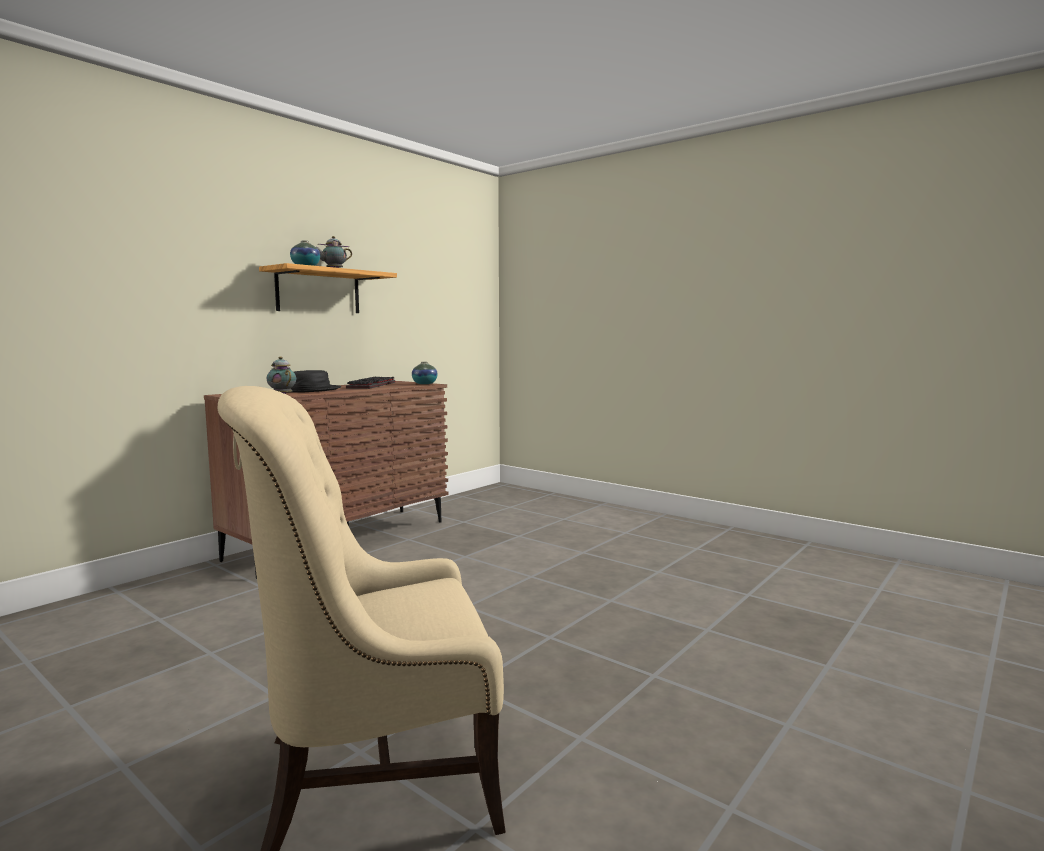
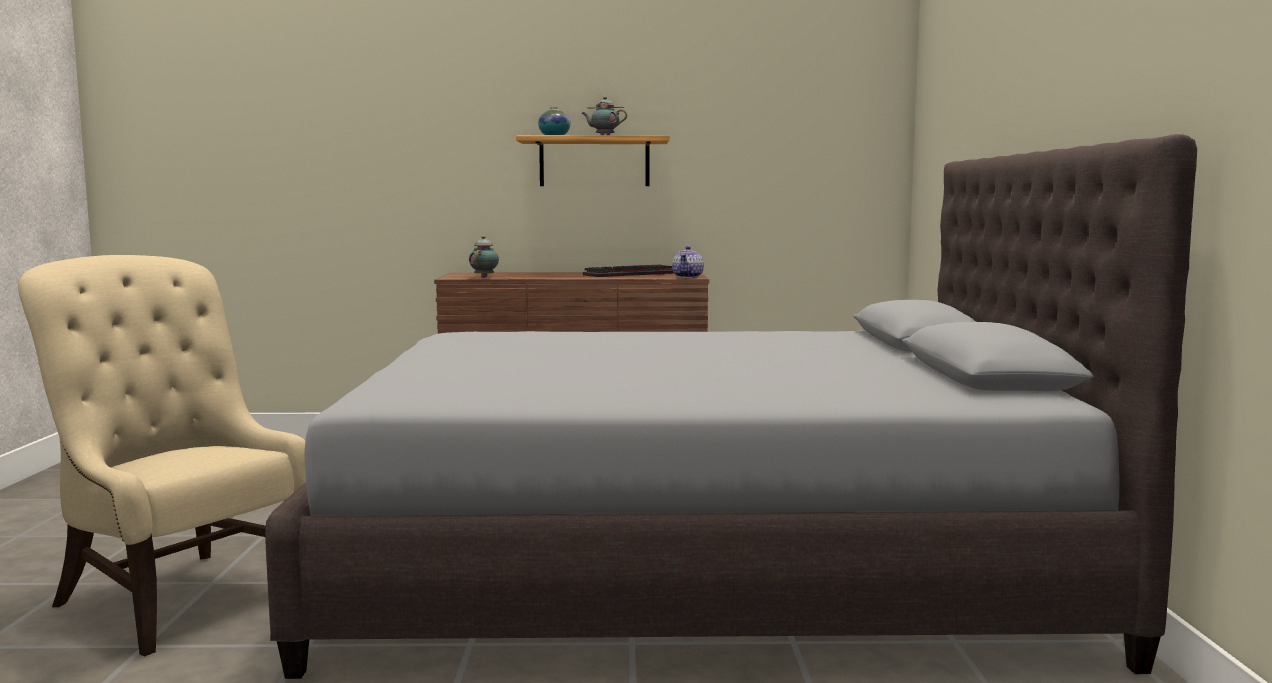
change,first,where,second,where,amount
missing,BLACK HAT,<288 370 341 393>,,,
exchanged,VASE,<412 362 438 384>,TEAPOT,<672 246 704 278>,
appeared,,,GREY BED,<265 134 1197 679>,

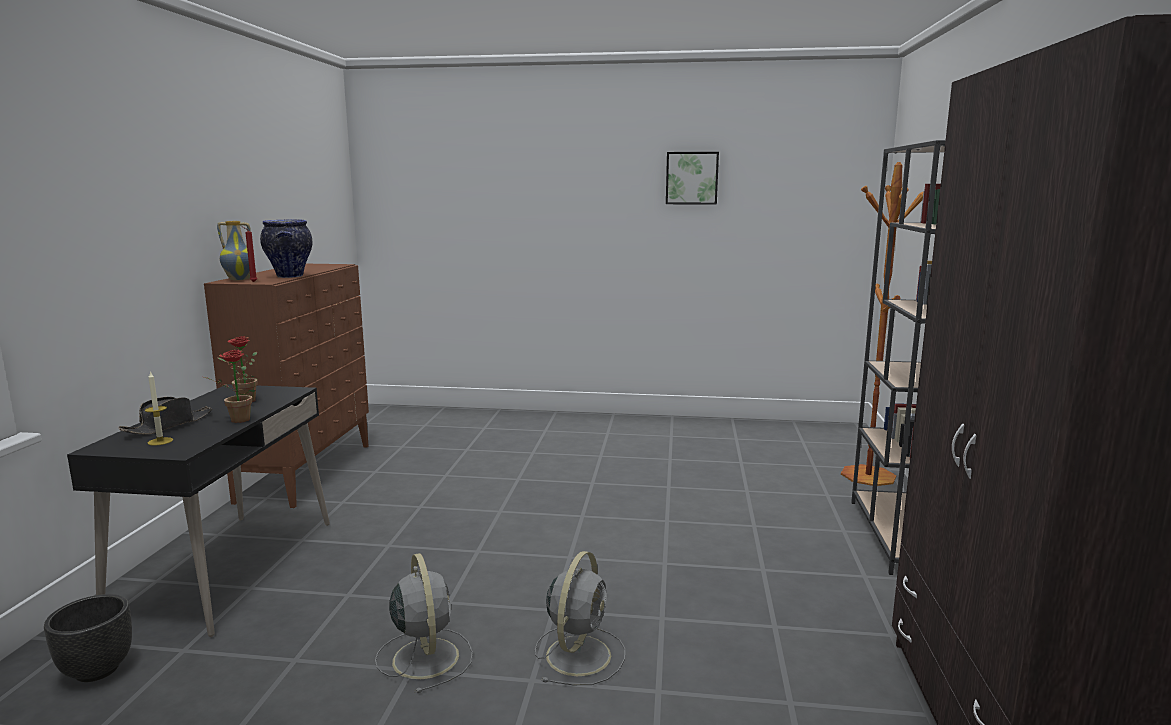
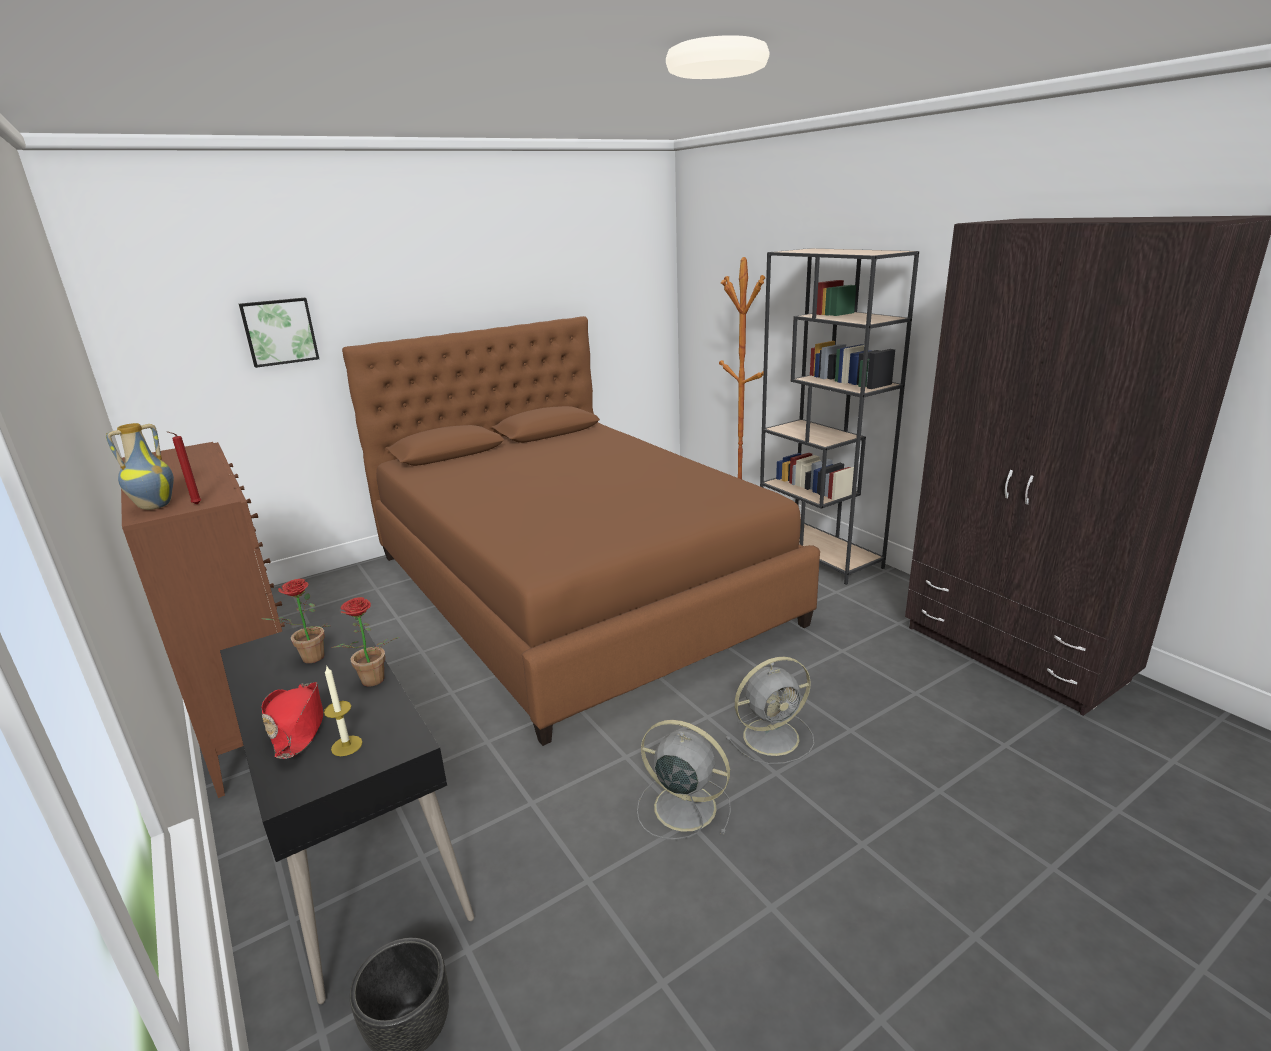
change,first,where,second,where,amount
colour,BLACK HAT,<118 397 212 434>,RED HAT,<261 682 323 759>,
missing,VASE,<260 219 312 278>,,,
spun,GREY FAN,<535 551 625 685>,,<726 657 814 764>,90 degrees clockwise
relocated,PICTURE,<666 152 719 205>,,<239 298 319 368>,
appeared,,,BROWN BED,<342 316 820 746>,

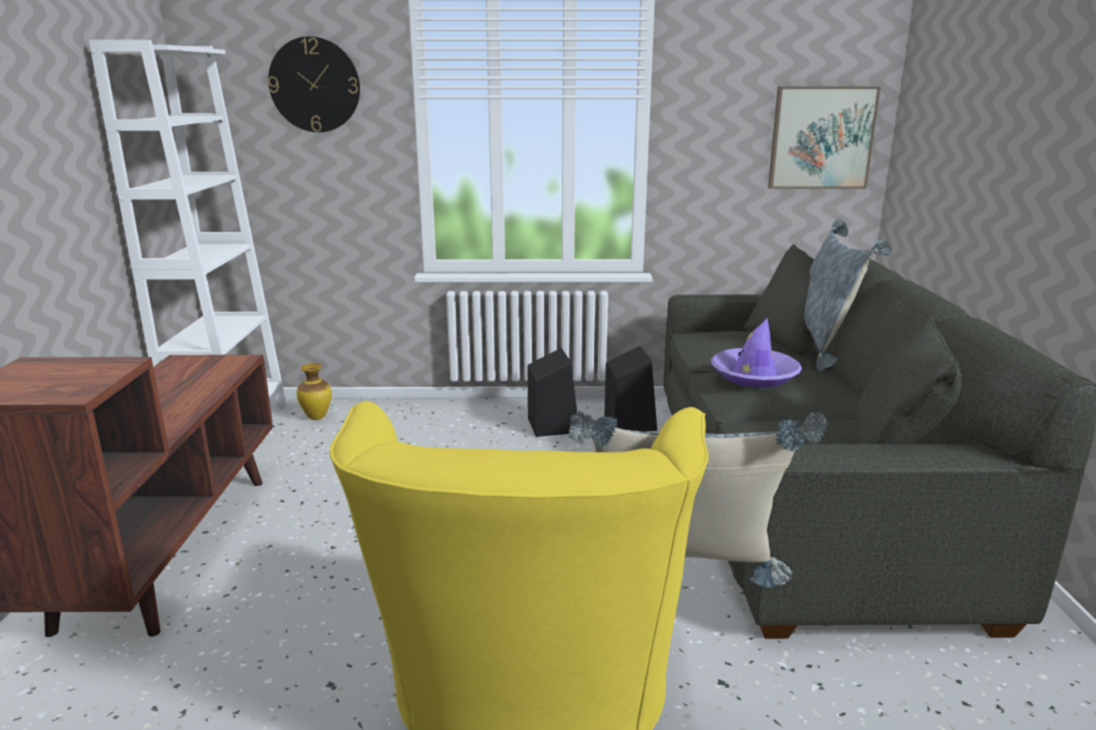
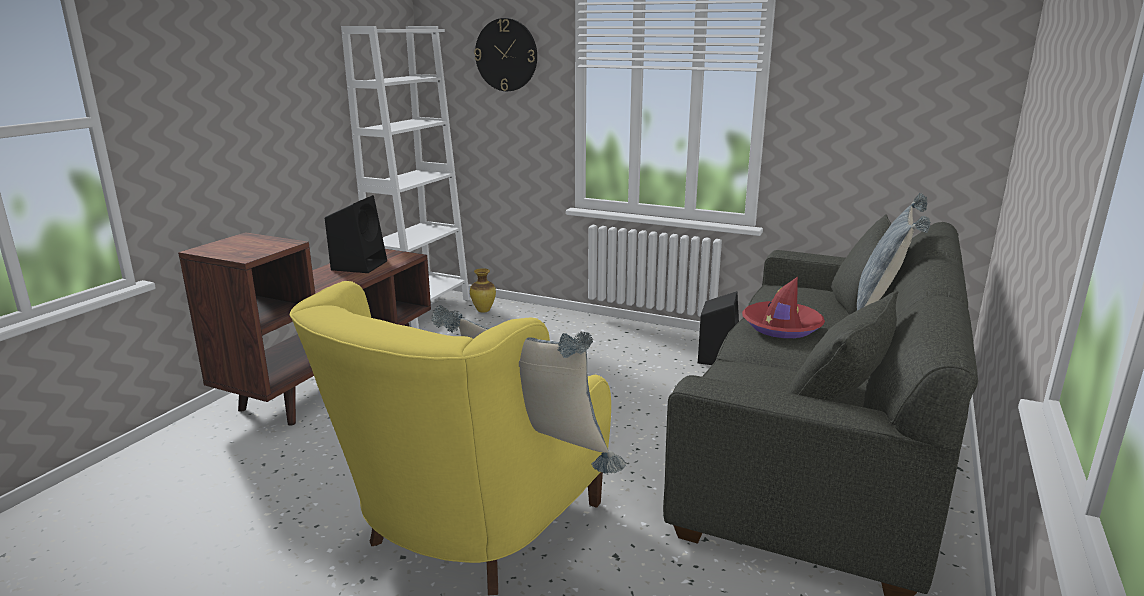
change,first,where,second,where,amount
relocated,BLACK SPEAKER,<527 348 578 437>,,<325 195 387 273>,
colour,PURPLE HAT,<711 319 802 388>,RED HAT,<742 277 825 338>,
missing,PICTURE,<768 86 881 189>,,,

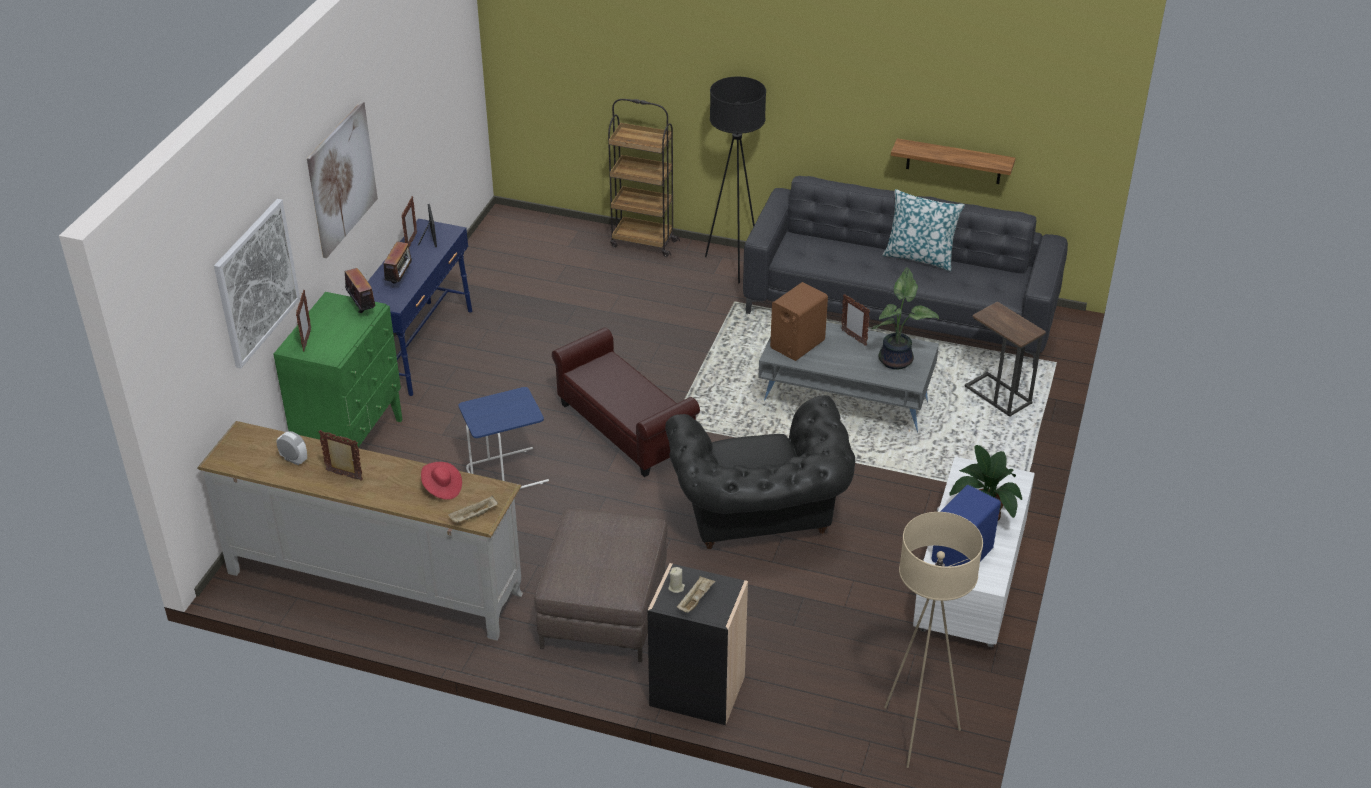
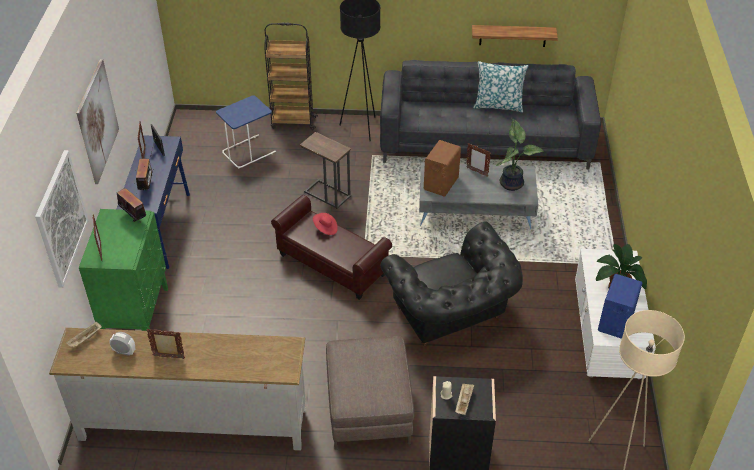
change,first,where,second,where,amount
relocated,RED HAT,<421 462 462 500>,,<313 213 338 235>,
relocated,BEIGE TRAY,<448 496 498 523>,,<66 321 102 348>,
relocated,BLUE SIDE TABLE,<459 387 549 489>,,<216 95 276 168>,
relocated,BROWN SIDE TABLE,<965 302 1046 417>,,<300 132 351 209>,

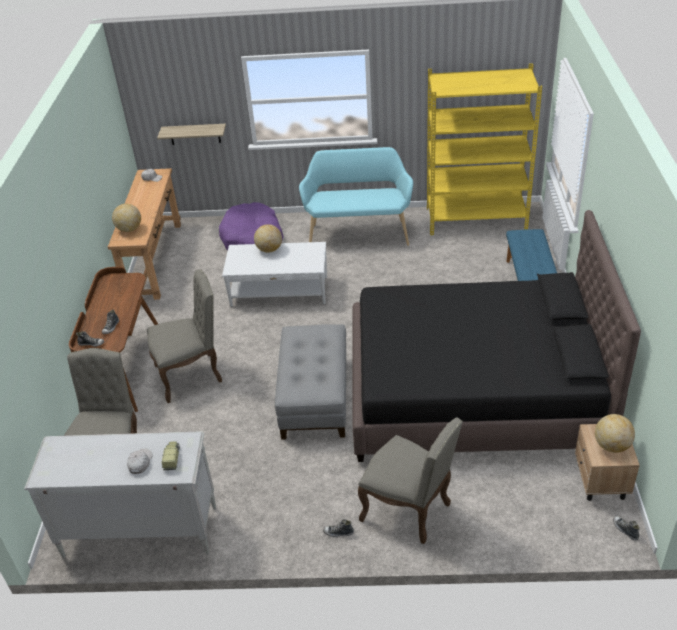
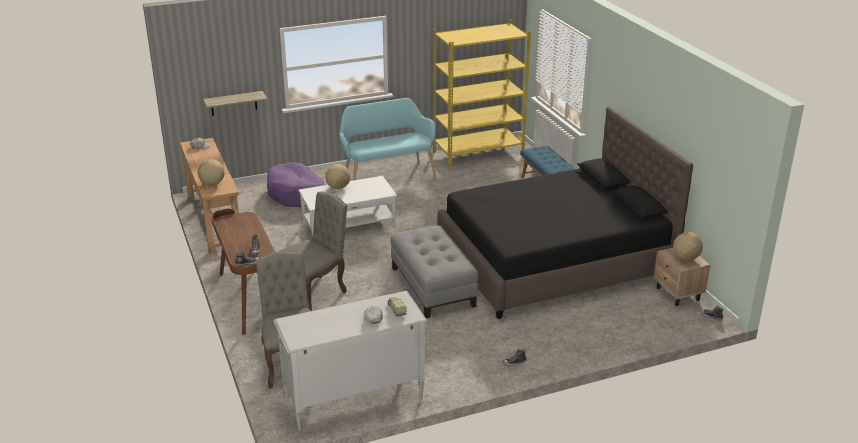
change,first,where,second,where,amount
missing,GREY CHAIR,<358 417 463 544>,,,

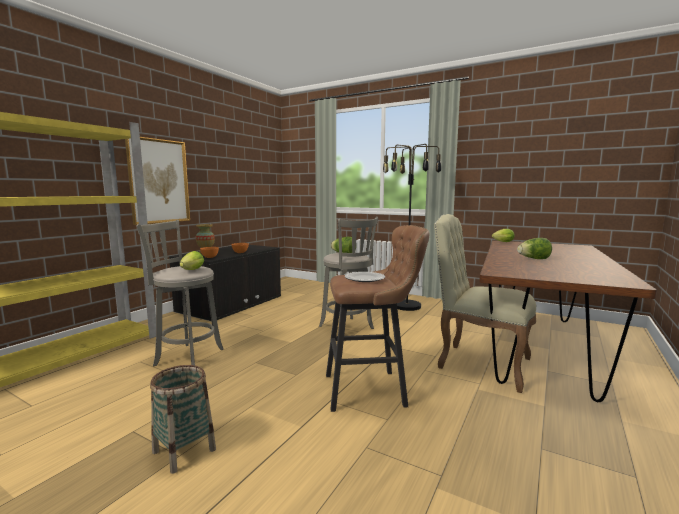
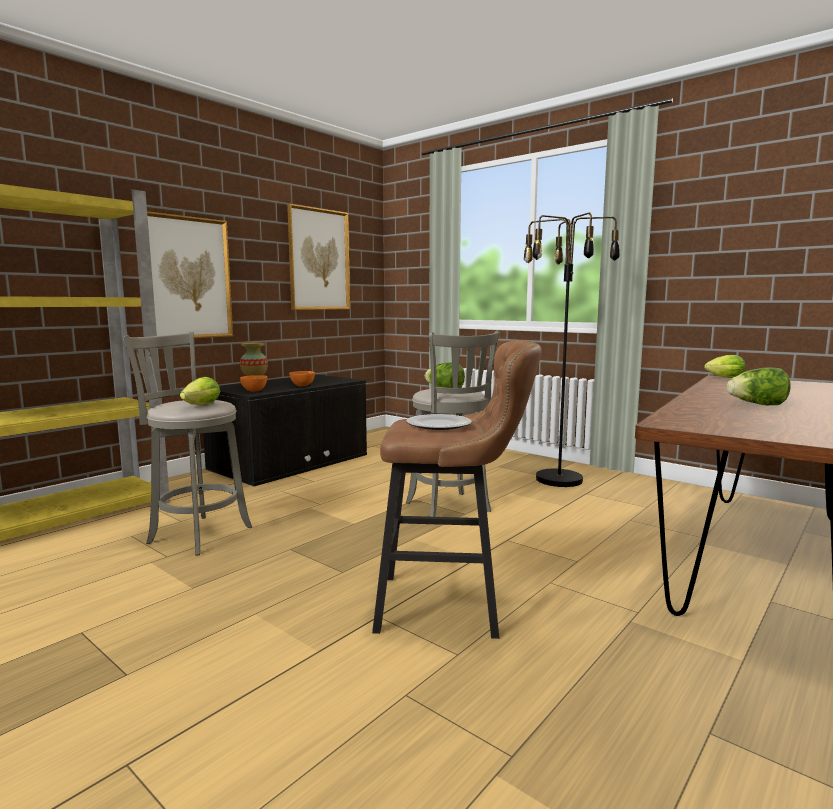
change,first,where,second,where,amount
missing,BASKET,<150 365 216 474>,,,
missing,BEIGE CHAIR,<434 214 536 393>,,,
appeared,,,PICTURE,<287 204 350 310>,

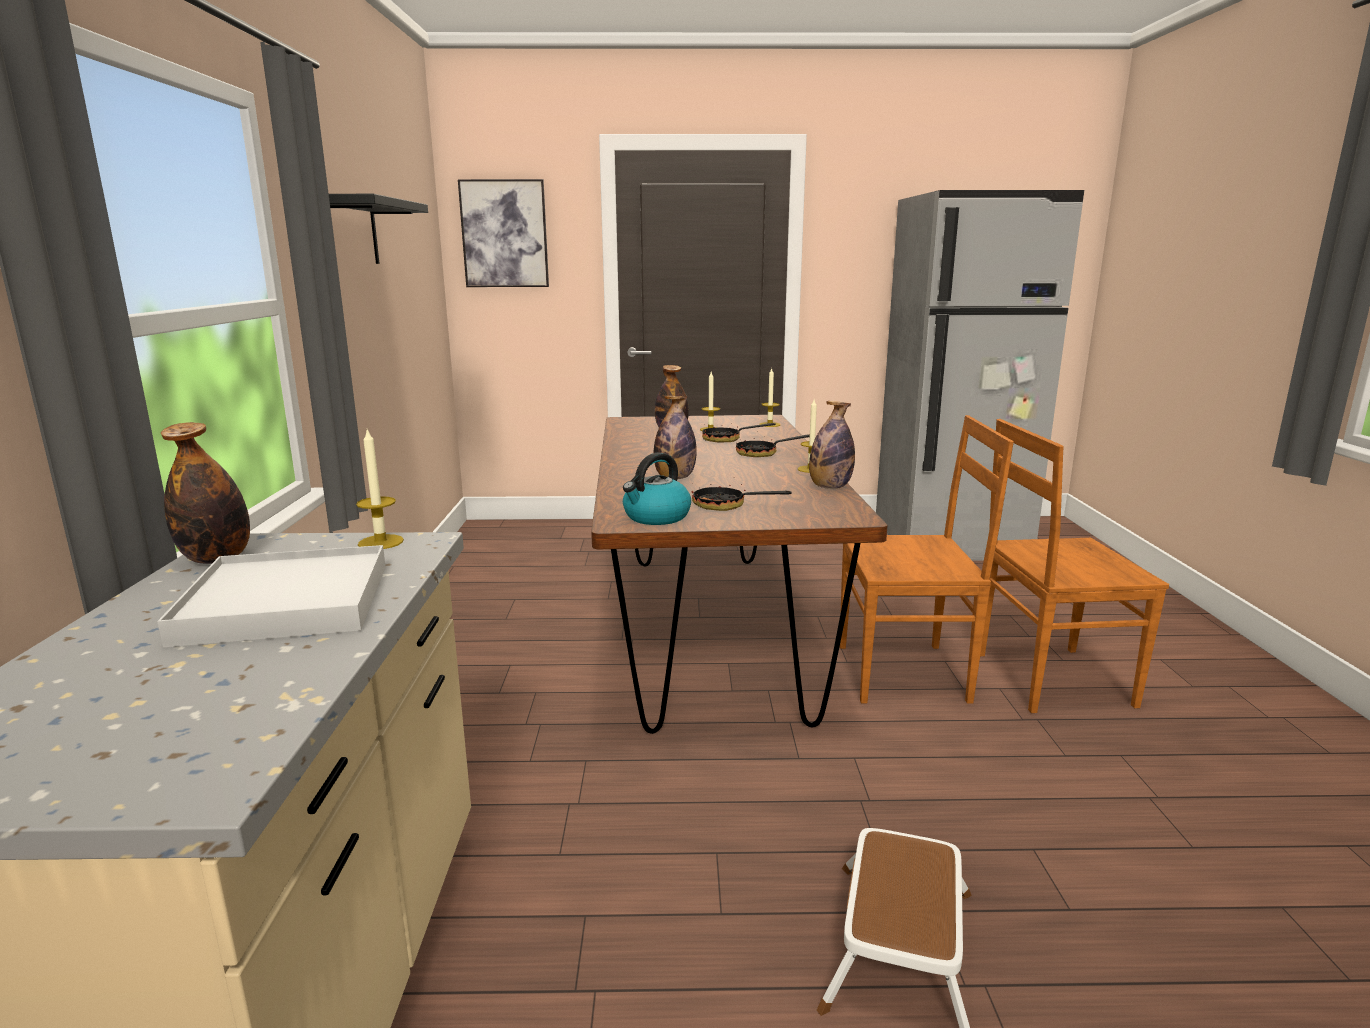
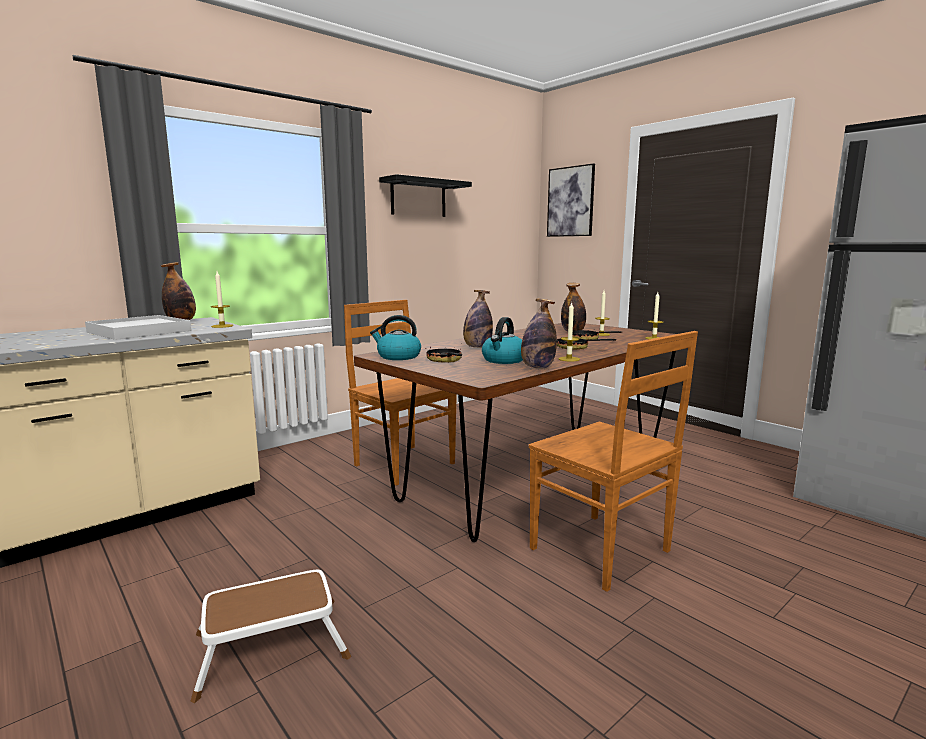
change,first,where,second,where,amount
relocated,BROWN CHAIR,<980 419 1169 713>,,<344 300 457 486>,
appeared,,,KETTLE,<482 317 523 364>,

